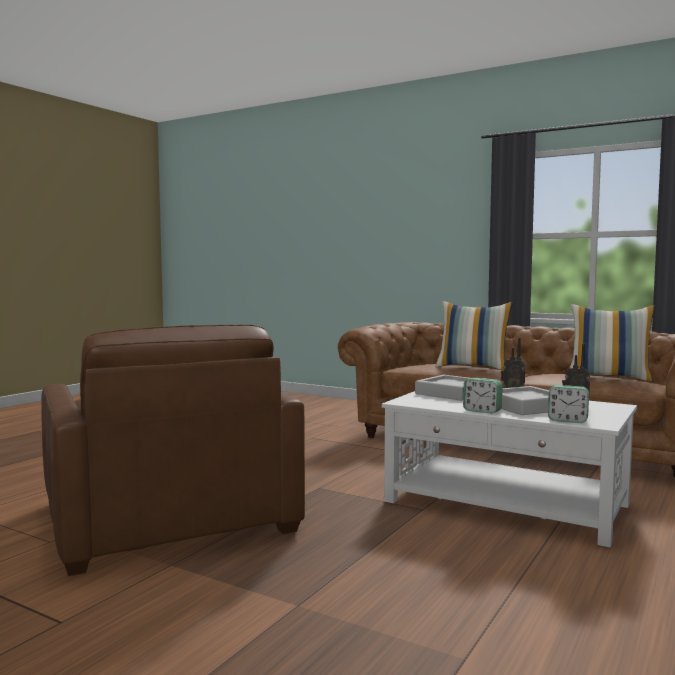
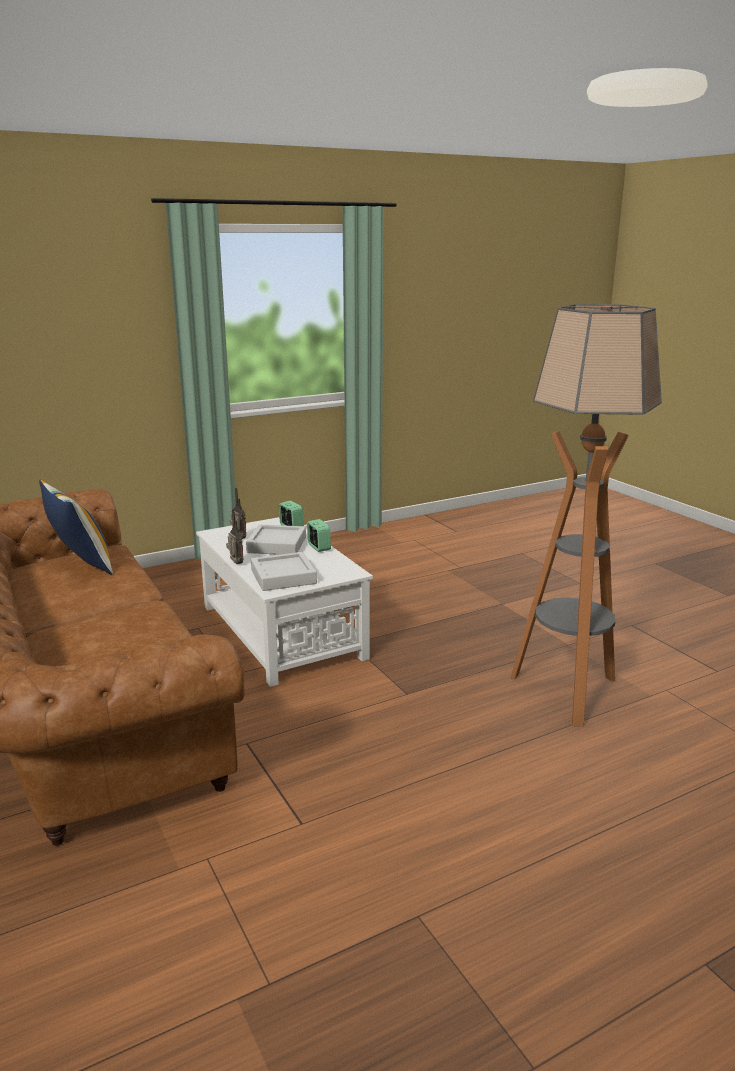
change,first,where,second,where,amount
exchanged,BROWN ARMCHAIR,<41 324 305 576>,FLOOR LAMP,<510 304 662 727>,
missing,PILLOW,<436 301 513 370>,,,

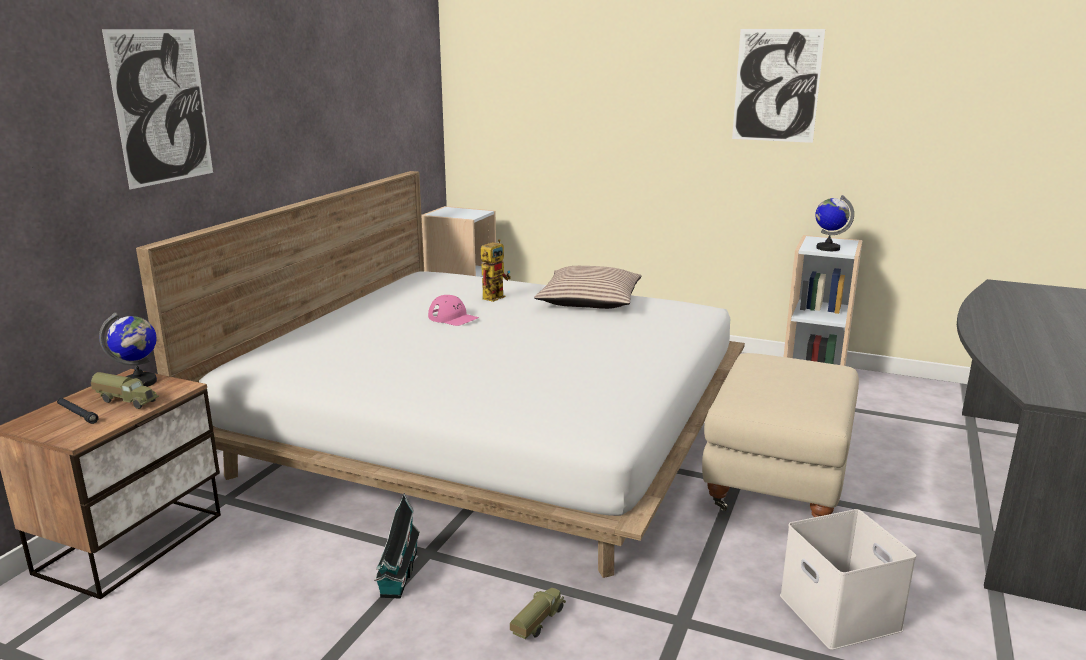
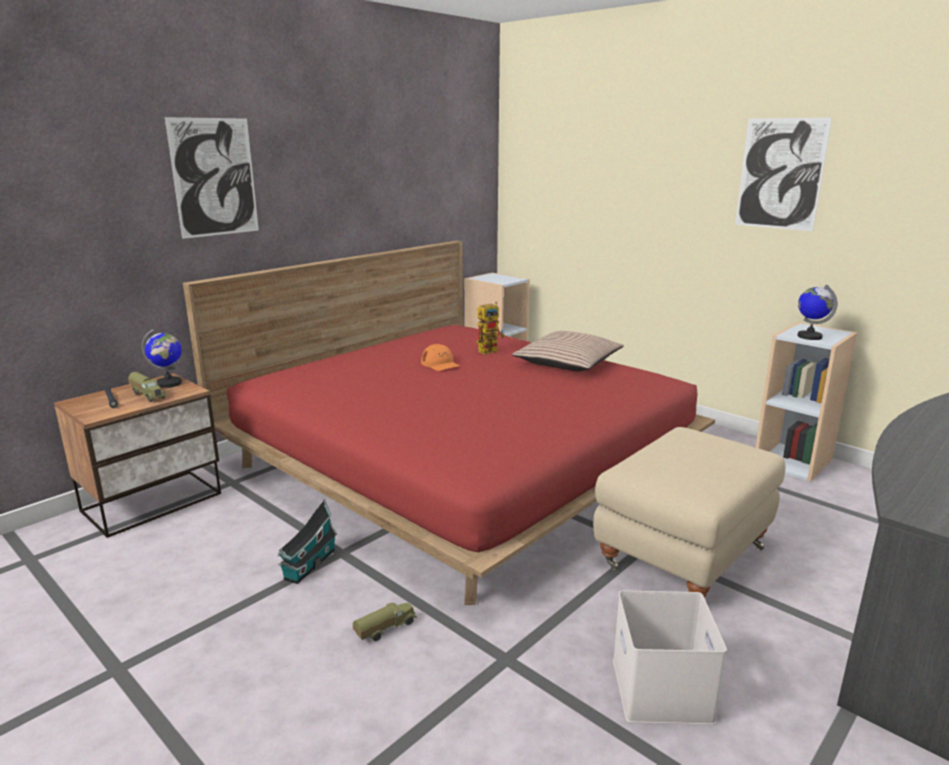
change,first,where,second,where,amount
colour,WHITE BED,<136 171 745 578>,RED BED,<183 241 715 605>,
colour,PINK CAP,<428 295 479 326>,ORANGE CAP,<421 344 460 371>,

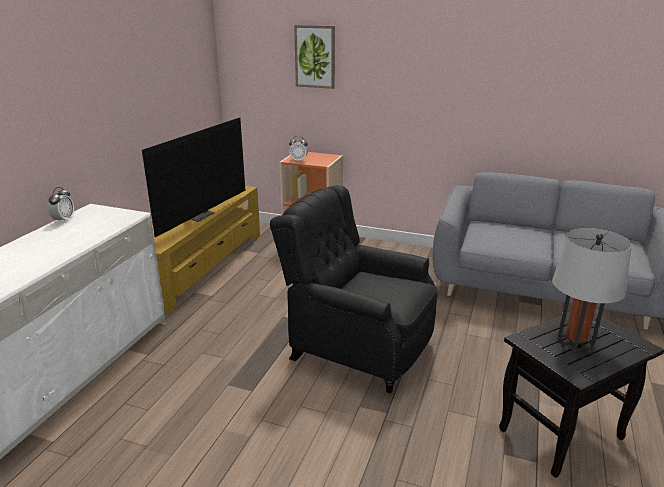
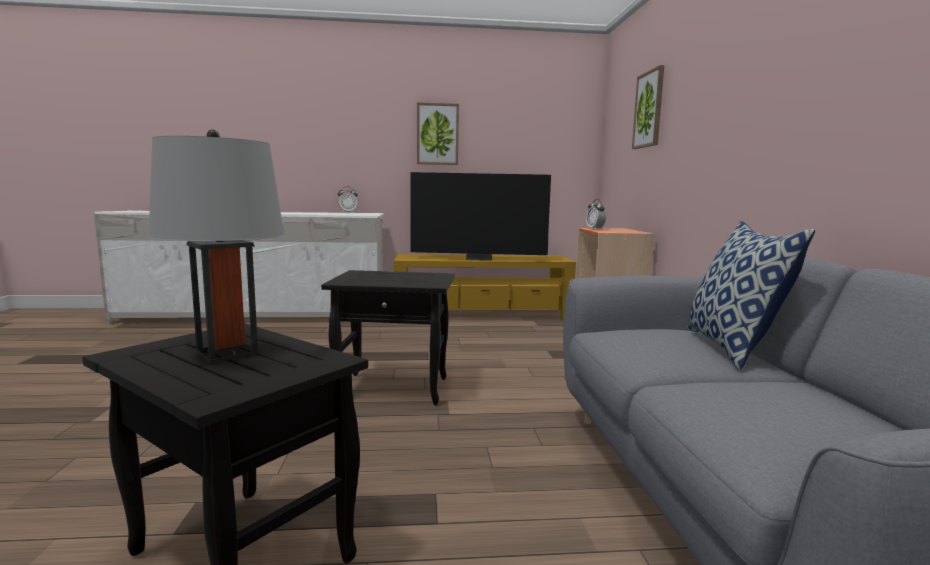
change,first,where,second,where,amount
exchanged,BLACK ARMCHAIR,<270 185 438 393>,BLACK SIDE TABLE,<321 270 455 405>,
appeared,,,PICTURE,<417 102 459 165>,
appeared,,,PILLOW,<687 221 815 369>,

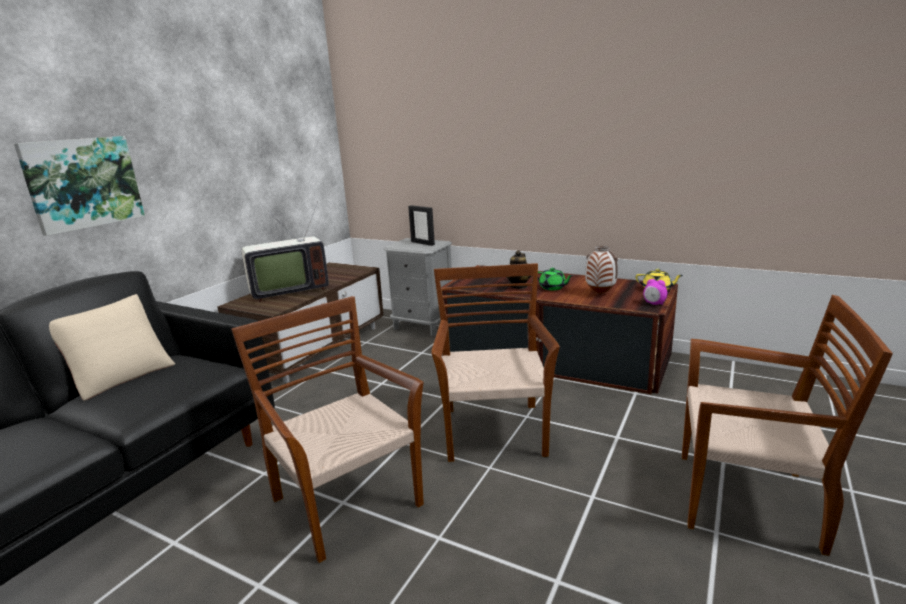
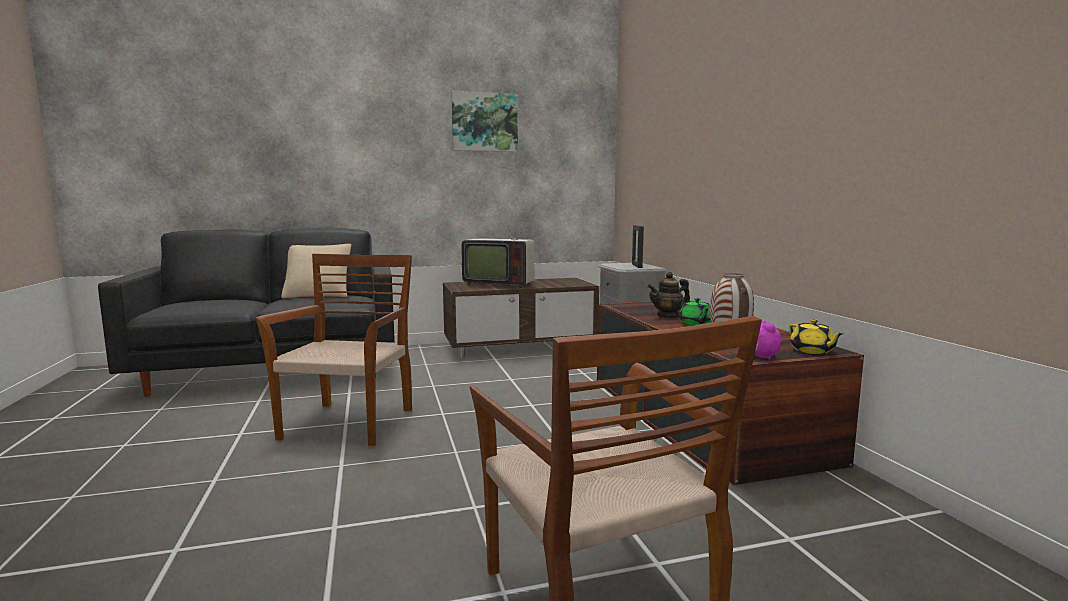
change,first,where,second,where,amount
relocated,PICTURE,<14 136 145 236>,,<452 91 518 152>,
missing,BROWN ARMCHAIR,<432 263 560 462>,,,

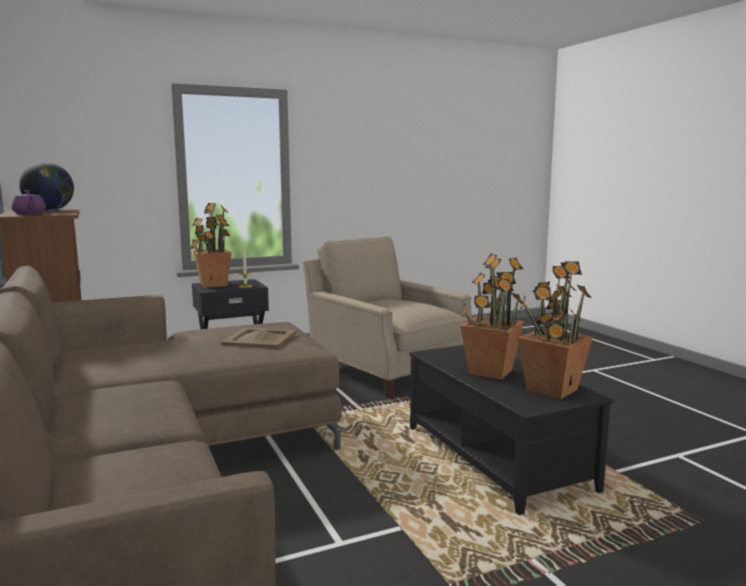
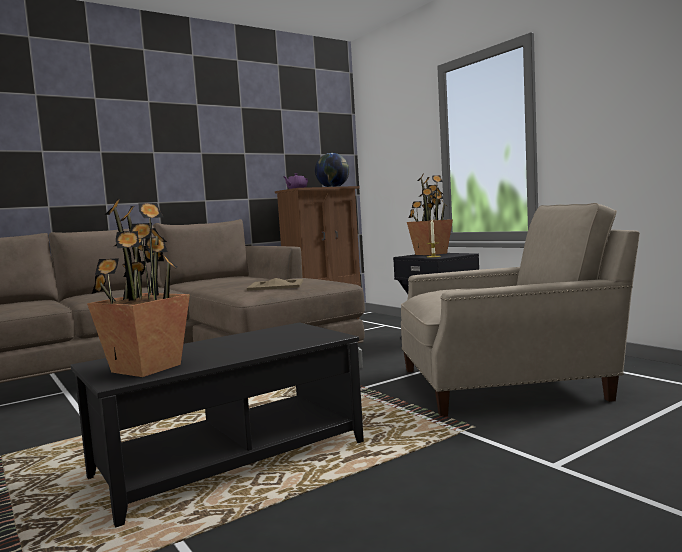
change,first,where,second,where,amount
spun,BEIGE ARMCHAIR,<303 237 473 398>,,<401 203 640 417>,45 degrees clockwise
missing,POTTED PLANT,<460 253 524 380>,,,

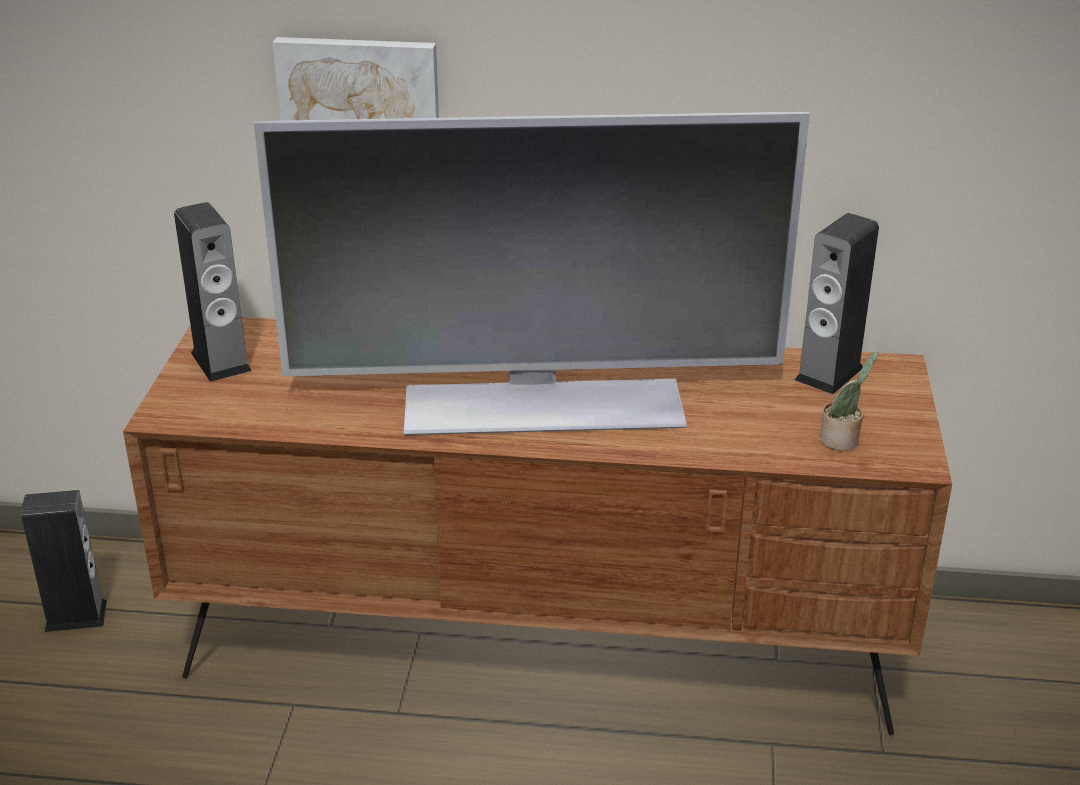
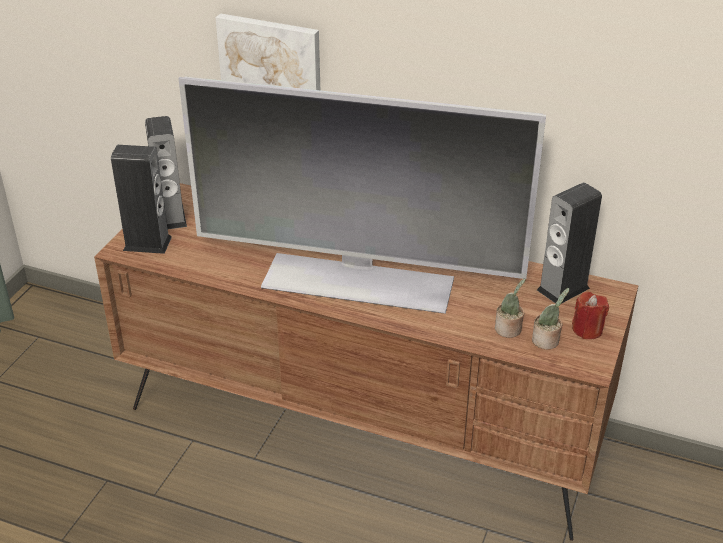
change,first,where,second,where,amount
relocated,SPEAKER,<21 490 107 632>,,<111 145 172 254>,
appeared,,,POTTED PLANT,<495 278 526 338>,
appeared,,,RED CANDLE,<572 292 609 339>,

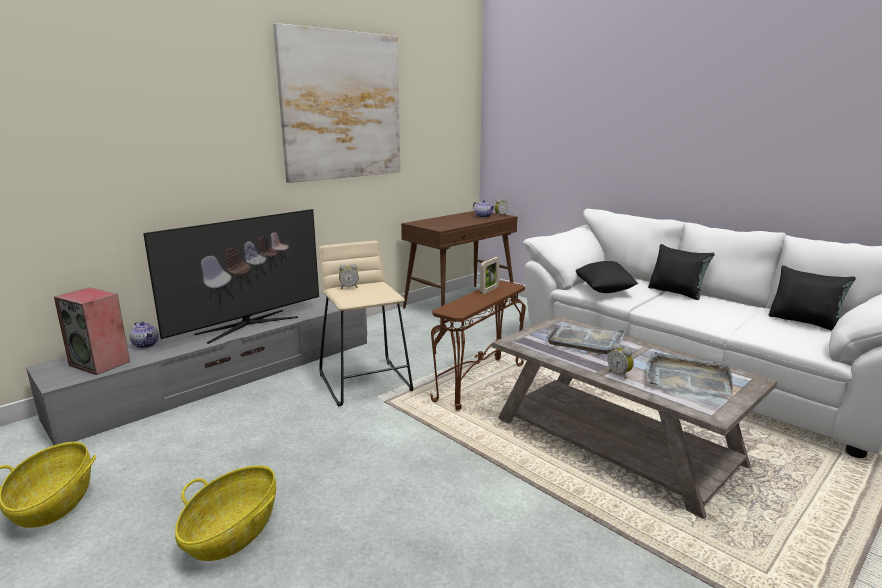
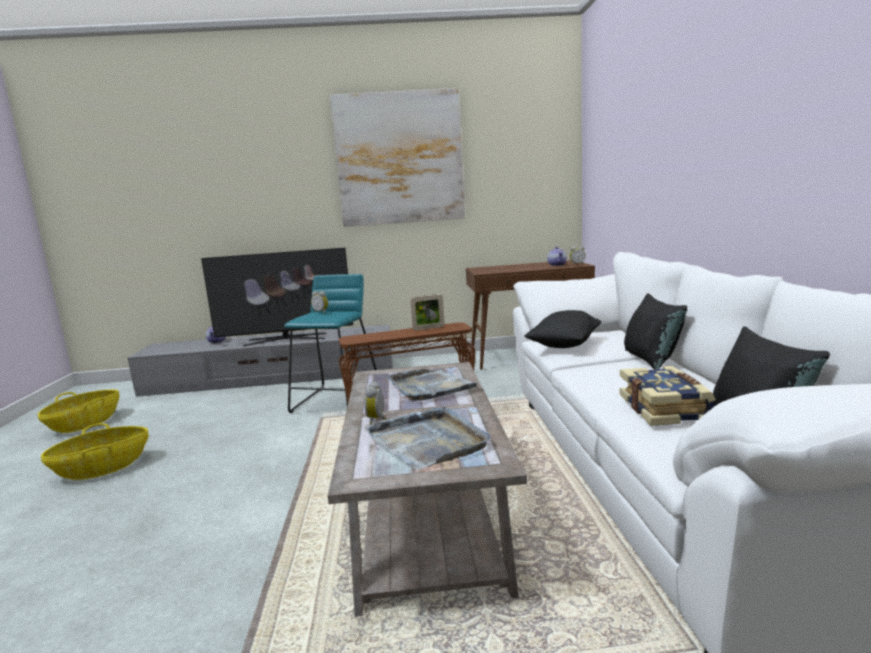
change,first,where,second,where,amount
missing,SPEAKER,<54 287 130 375>,,,
colour,BEIGE STOOL,<319 241 413 406>,TURQUOISE STOOL,<284 274 377 413>,
appeared,,,BOOK,<619 366 716 426>,

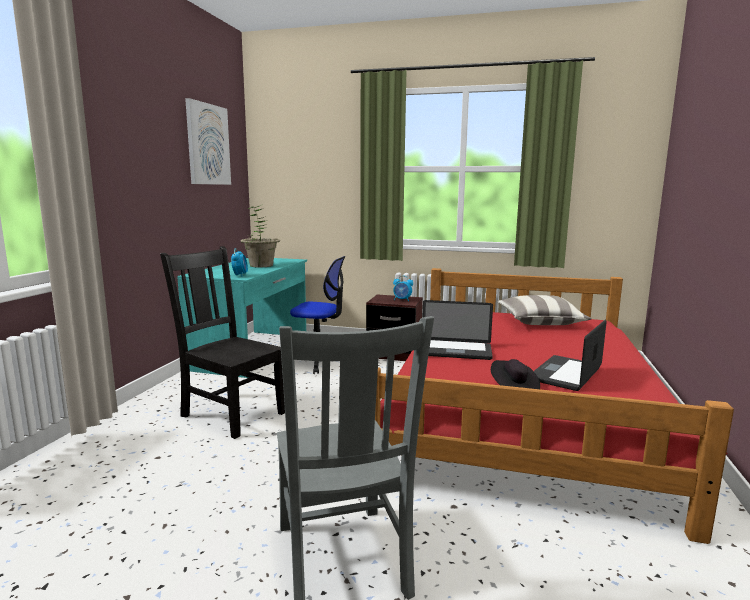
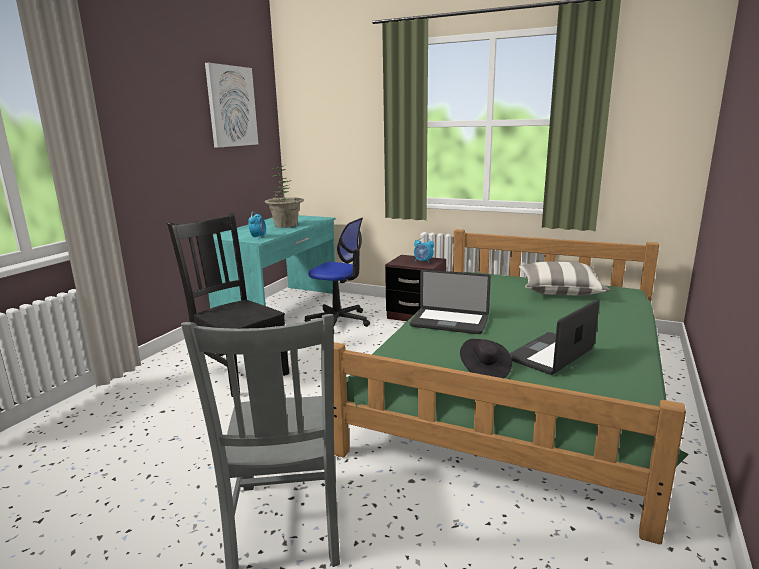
change,first,where,second,where,amount
colour,RED BED,<375 268 734 544>,GREEN BED,<333 229 689 545>,

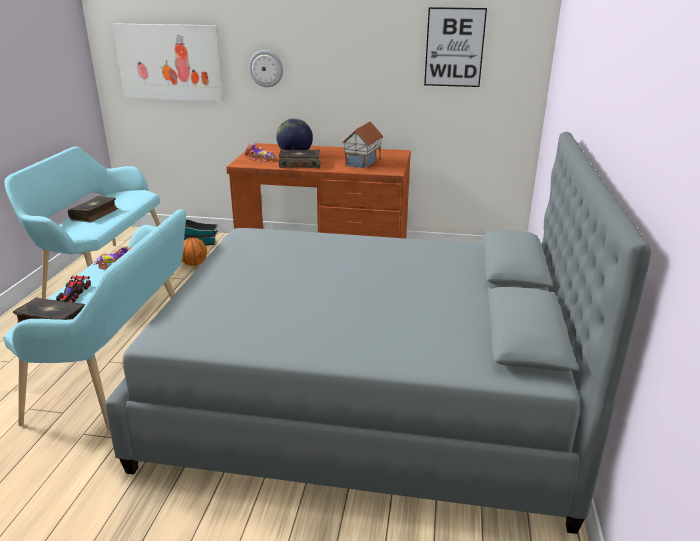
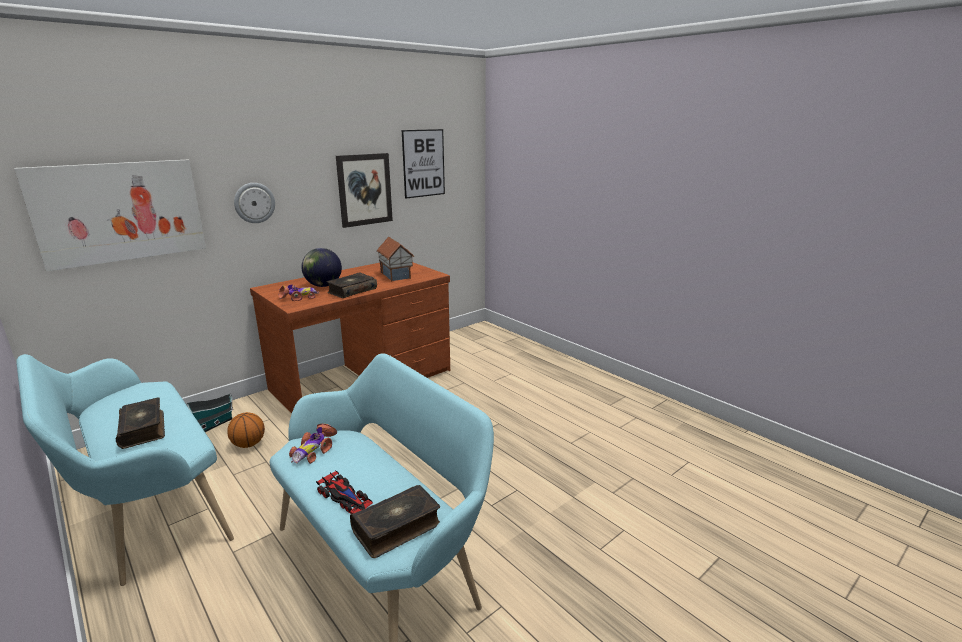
change,first,where,second,where,amount
missing,GREY BED,<104 132 651 534>,,,
appeared,,,PICTURE,<336 153 393 228>,

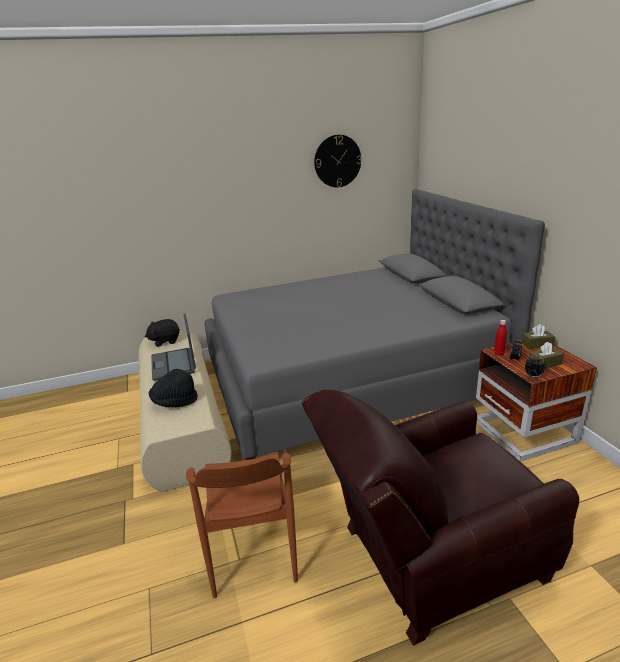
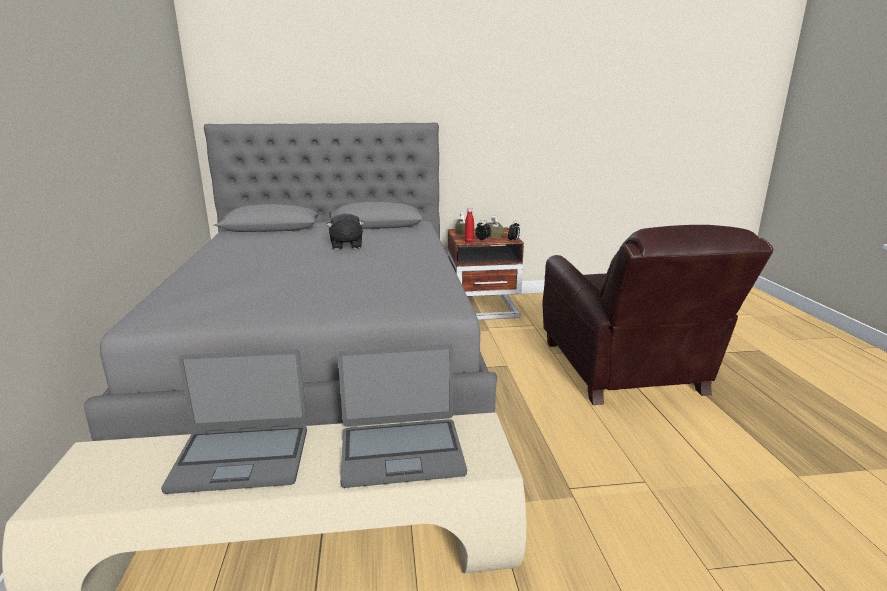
change,first,where,second,where,amount
relocated,BLACK PLUSH TOY,<145 319 180 347>,,<327 213 364 250>,
exchanged,BLACK HAT,<149 369 198 407>,LAPTOP,<338 345 467 488>,
missing,BROWN CHAIR,<186 453 298 598>,,,
missing,WALL CLOCK,<314 135 362 187>,,,

